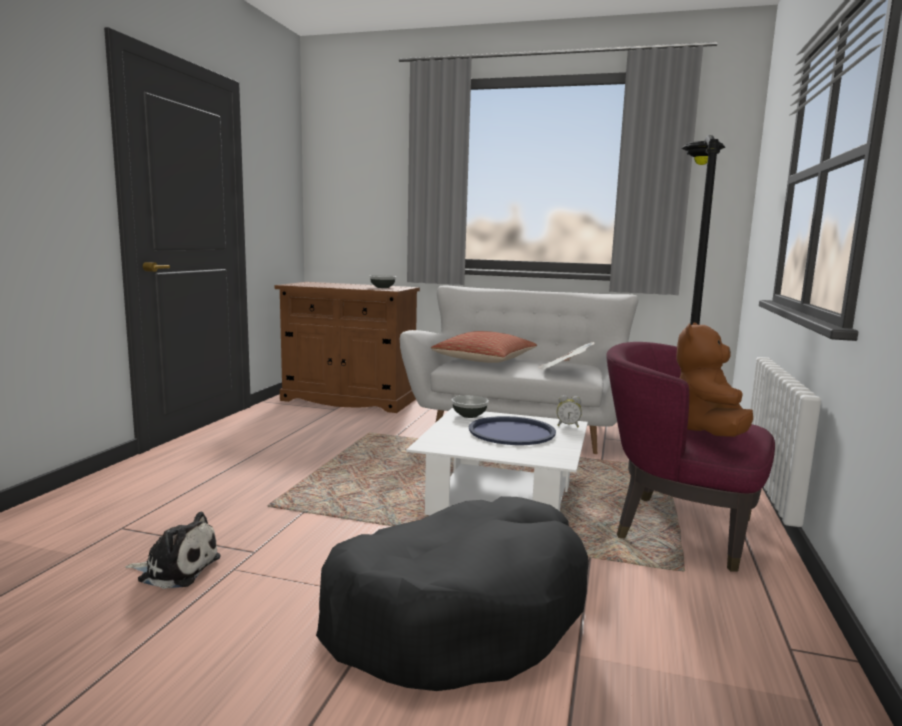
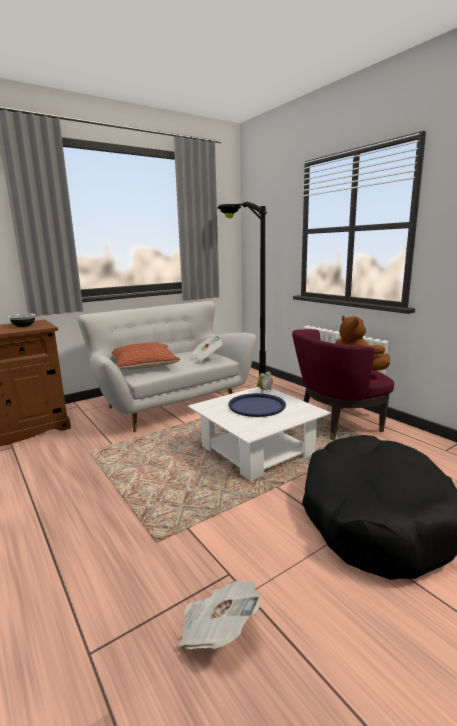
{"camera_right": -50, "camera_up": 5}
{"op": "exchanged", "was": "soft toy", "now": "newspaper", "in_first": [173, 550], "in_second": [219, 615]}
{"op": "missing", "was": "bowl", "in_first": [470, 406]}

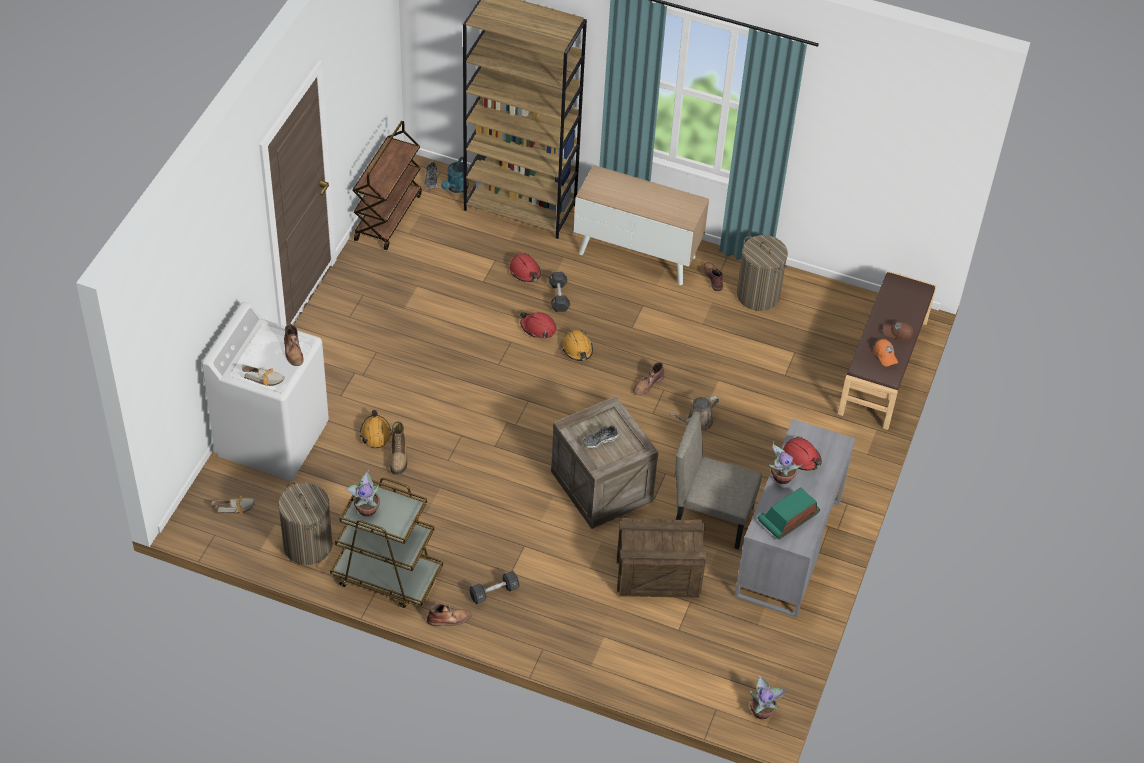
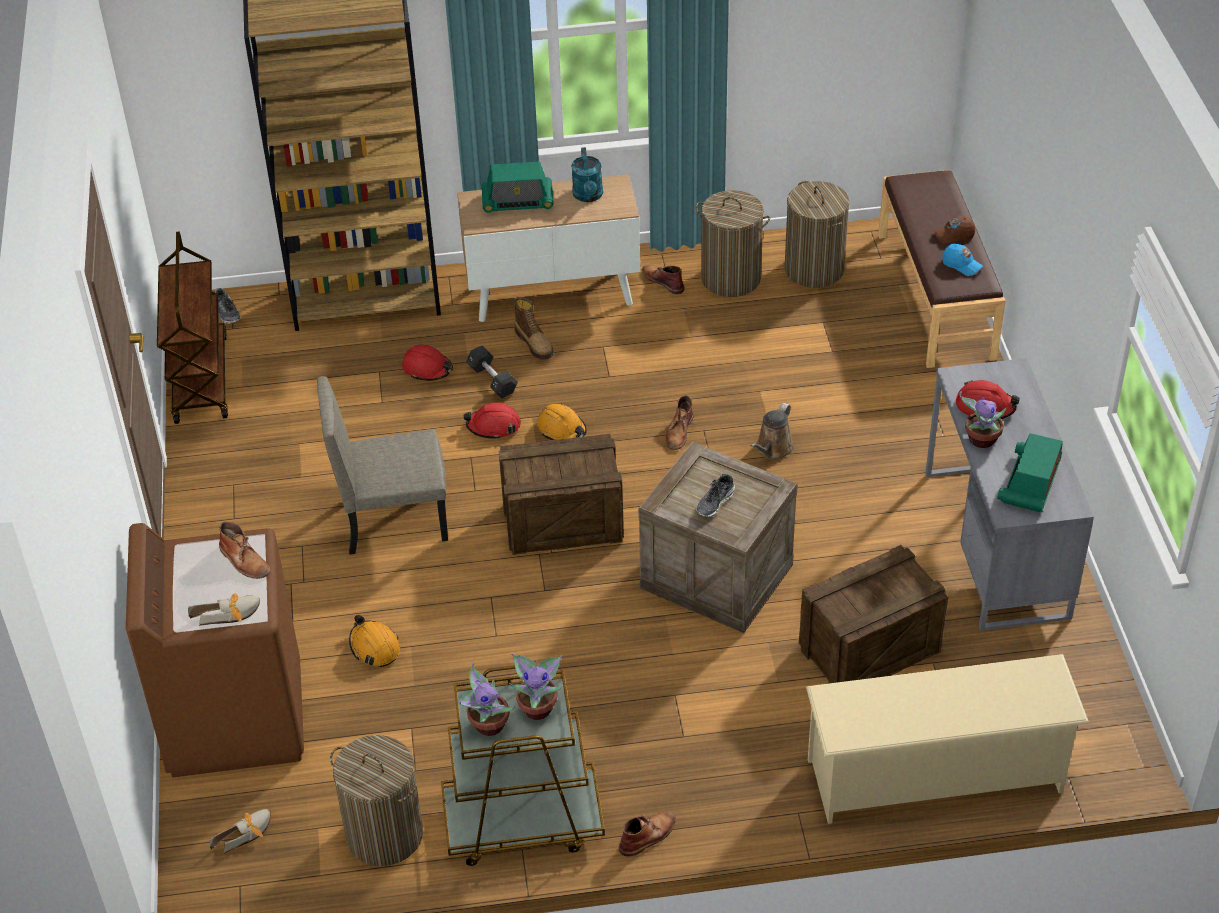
{"camera_right": -25, "camera_up": -5}
{"op": "colour", "was": "laundry appliance (white-coloured)", "now": "laundry appliance (brownish)", "in_first": [265, 391], "in_second": [215, 650]}
{"op": "relocated", "was": "tall boot", "in_first": [398, 448], "in_second": [534, 328]}
{"op": "relocated", "was": "watering pot (turquoise)", "in_first": [454, 175], "in_second": [587, 174]}
{"op": "missing", "was": "free weight (blackish)", "in_first": [494, 587]}
{"op": "relocated", "was": "plain chair (beige)", "in_first": [719, 480], "in_second": [382, 465]}
{"op": "relocated", "was": "potted plant", "in_first": [768, 697], "in_second": [536, 686]}
{"op": "colour", "was": "baseball cap (orangey)", "now": "baseball cap (blue)", "in_first": [886, 352], "in_second": [962, 260]}
{"op": "appeared", "now": "radio", "in_second": [518, 187]}
{"op": "appeared", "now": "packing crate", "in_second": [561, 494]}
{"op": "appeared", "now": "laundry basket", "in_second": [817, 234]}
{"op": "appeared", "now": "shoe shelf (beige)", "in_second": [947, 739]}

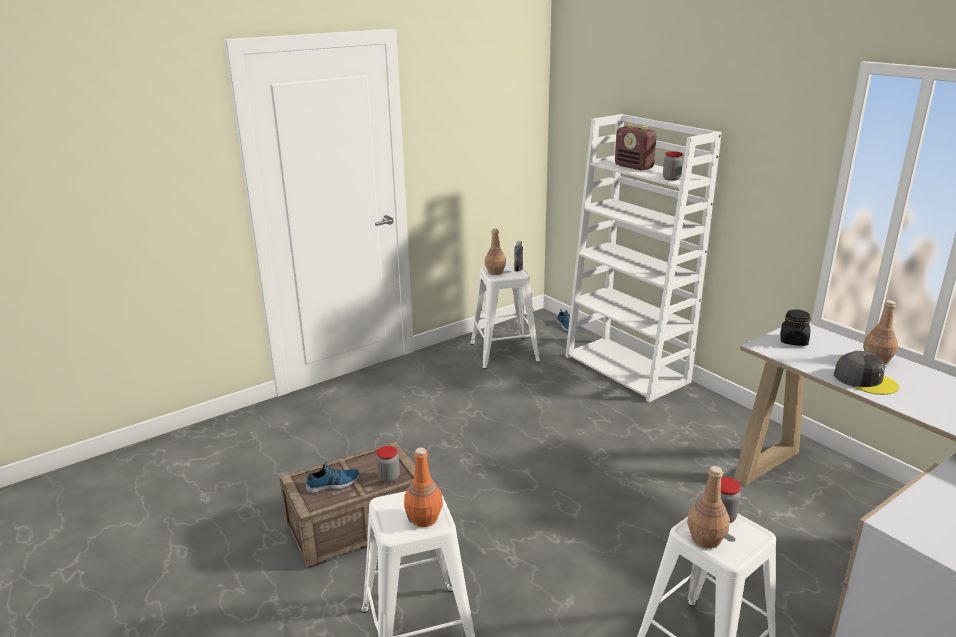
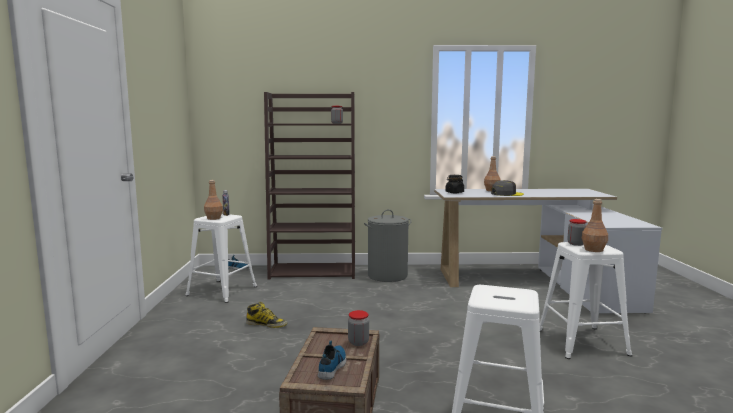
{"camera_right": -55, "camera_up": -15}
{"op": "missing", "was": "drink bottle (orangey)", "in_first": [423, 487]}
{"op": "colour", "was": "bookcase (white-coloured)", "now": "bookcase (brownish)", "in_first": [643, 258], "in_second": [309, 185]}
{"op": "missing", "was": "radio", "in_first": [636, 147]}
{"op": "appeared", "now": "tall boot", "in_second": [266, 315]}
{"op": "appeared", "now": "laundry basket (gray)", "in_second": [387, 245]}

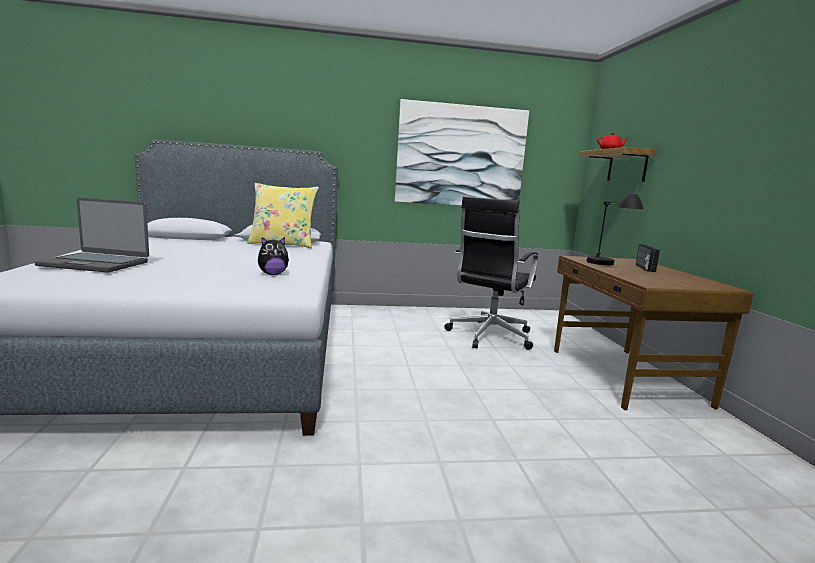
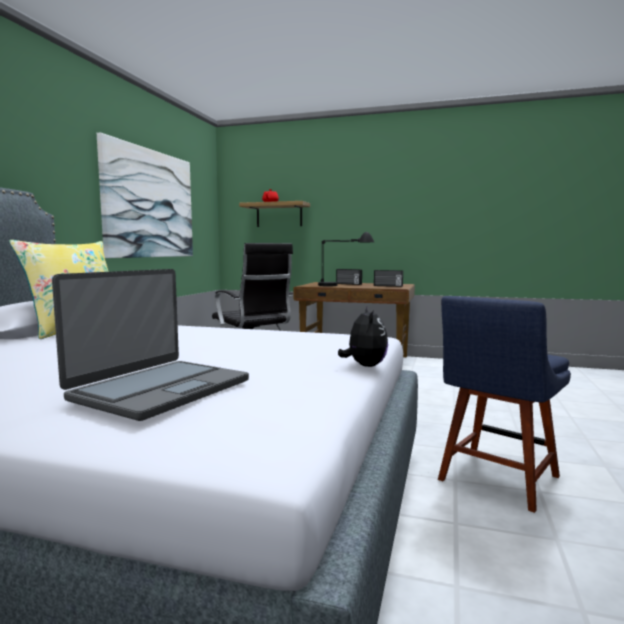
{"camera_right": -65, "camera_up": -5}
{"op": "relocated", "was": "soft toy", "in_first": [273, 256], "in_second": [363, 336]}
{"op": "appeared", "now": "radio", "in_second": [388, 278]}
{"op": "appeared", "now": "plain chair (blue)", "in_second": [504, 404]}

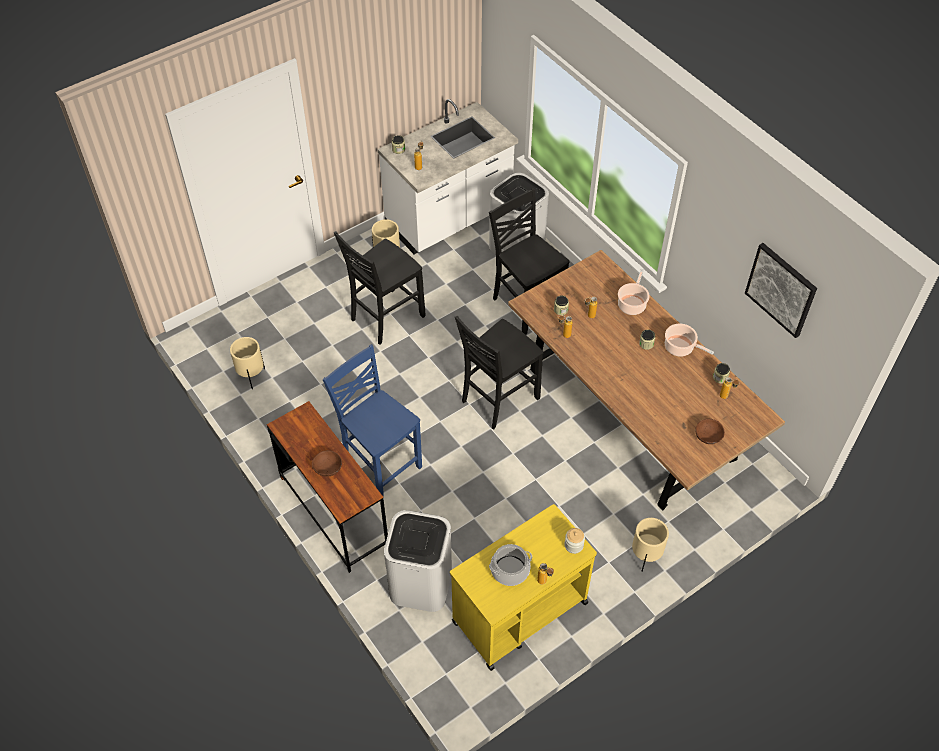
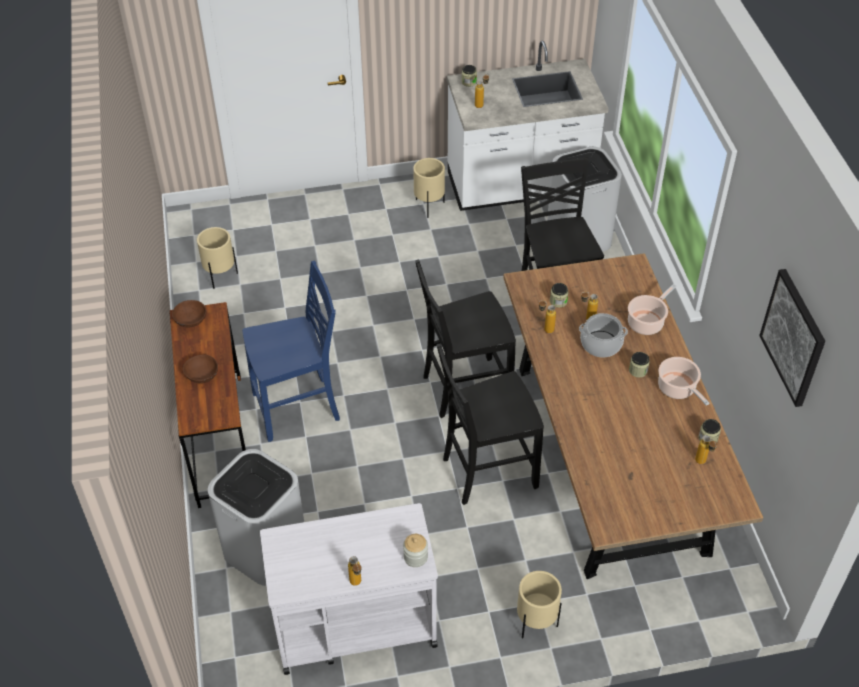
{"camera_right": 25, "camera_up": -5}
{"op": "spun", "was": "plain chair (blue)", "in_first": [372, 420], "in_second": [291, 351], "clockwise": 90}
{"op": "relocated", "was": "plain chair (blackish)", "in_first": [379, 287], "in_second": [490, 424]}
{"op": "colour", "was": "wheeled cart (yellow-coloured)", "now": "wheeled cart (white-coloured)", "in_first": [523, 587], "in_second": [349, 589]}
{"op": "relocated", "was": "stockpot", "in_first": [510, 565], "in_second": [603, 335]}
{"op": "relocated", "was": "bowl (brownish)", "in_first": [710, 431], "in_second": [189, 314]}

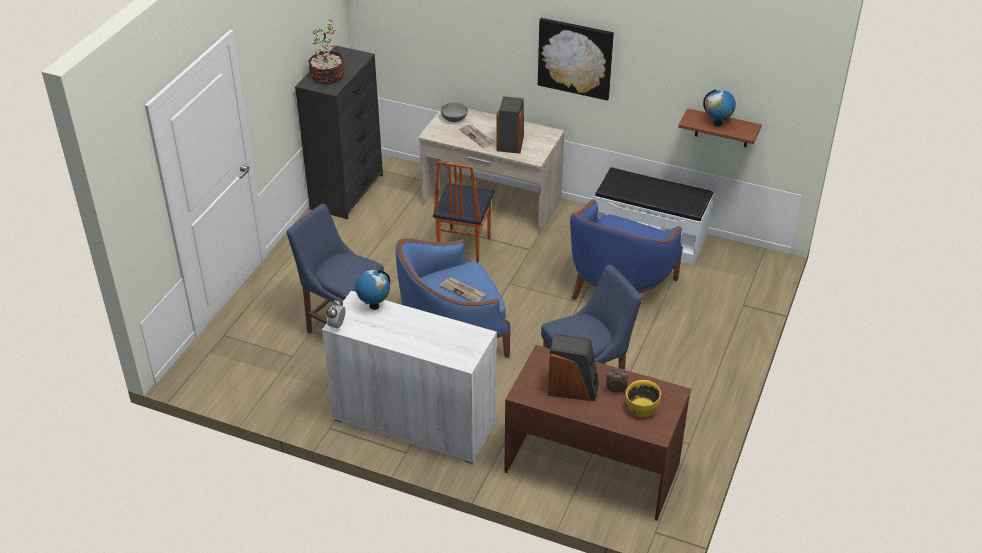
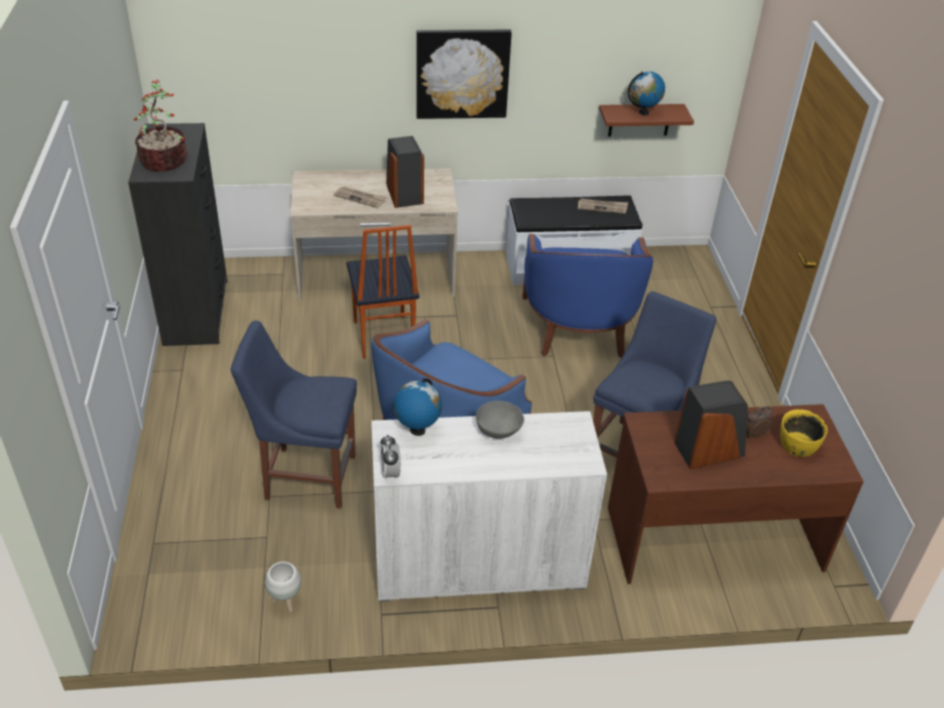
{"camera_right": -30, "camera_up": 0}
{"op": "relocated", "was": "bowl (gray)", "in_first": [454, 112], "in_second": [500, 420]}
{"op": "relocated", "was": "newspaper", "in_first": [463, 289], "in_second": [603, 206]}
{"op": "appeared", "now": "flower pot (white-coloured)", "in_second": [283, 587]}

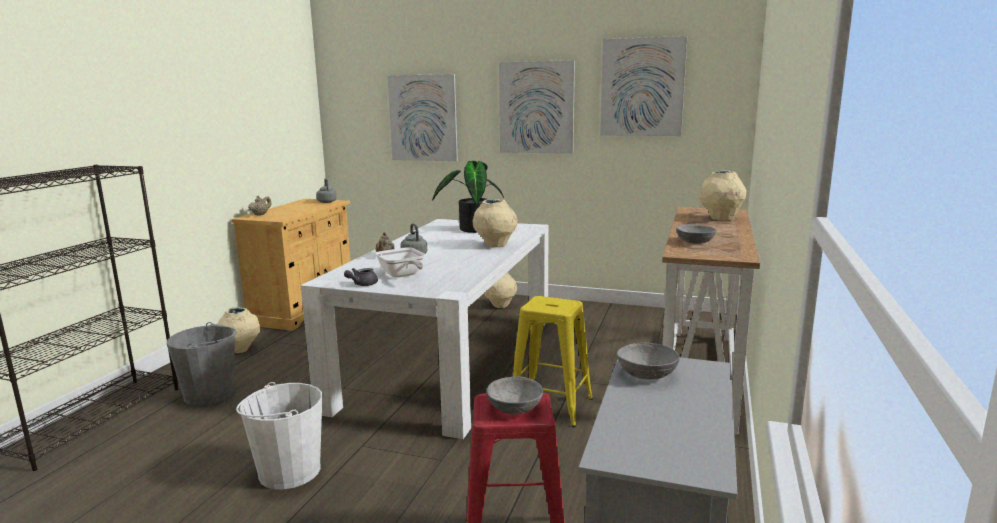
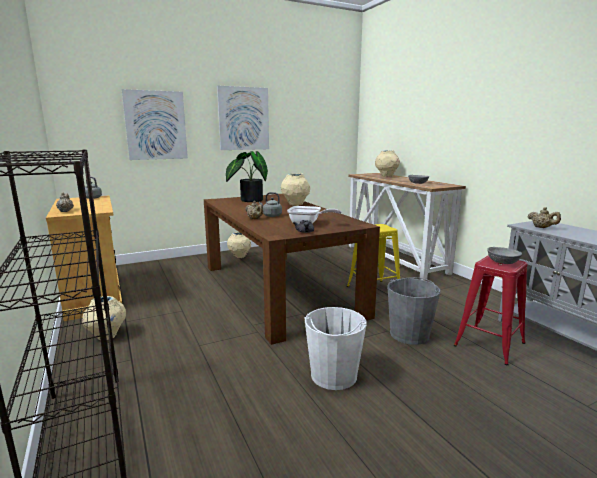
{"camera_right": -45, "camera_up": 0}
{"op": "relocated", "was": "bucket (gray)", "in_first": [202, 364], "in_second": [413, 311]}
{"op": "colour", "was": "dining table (white-coloured)", "now": "dining table (brownish)", "in_first": [425, 329], "in_second": [292, 269]}
{"op": "missing", "was": "wall picture", "in_first": [643, 86]}
{"op": "exchanged", "was": "bowl (gray)", "now": "teapot (beige)", "in_first": [648, 361], "in_second": [544, 217]}

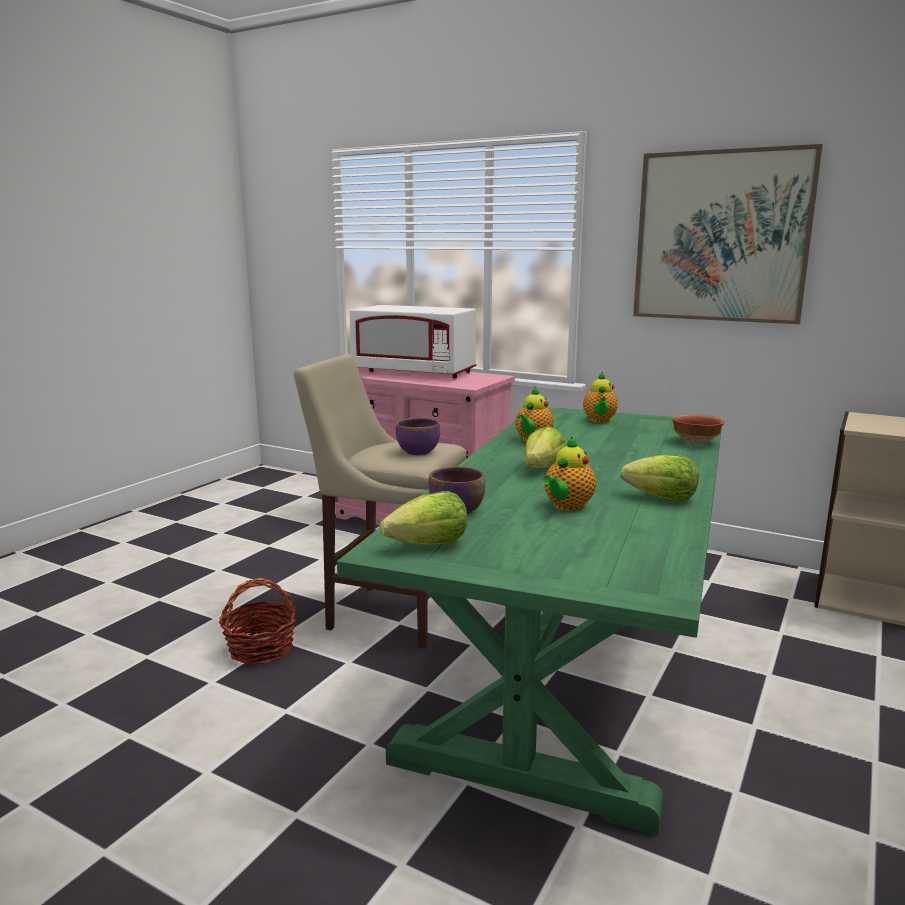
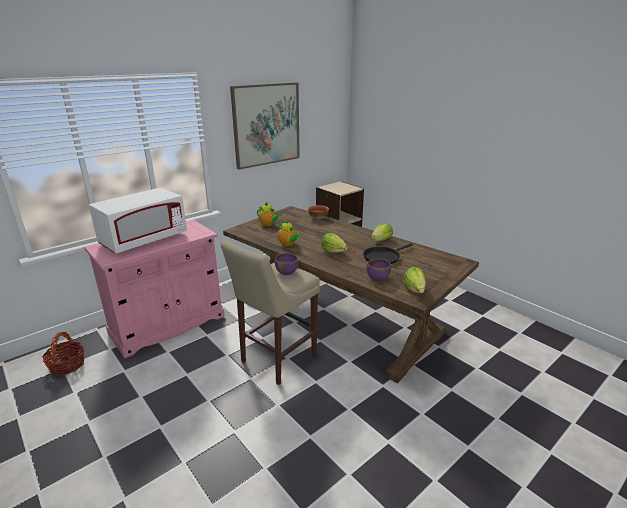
{"camera_right": -70, "camera_up": 10}
{"op": "relocated", "was": "household basket", "in_first": [258, 621], "in_second": [63, 354]}
{"op": "colour", "was": "dining table (green)", "now": "dining table (brownish)", "in_first": [529, 621], "in_second": [351, 294]}
{"op": "exchanged", "was": "teapot", "now": "pan (blackish)", "in_first": [569, 473], "in_second": [388, 253]}

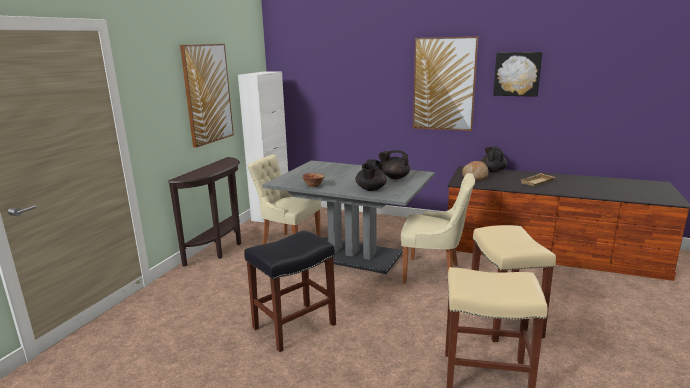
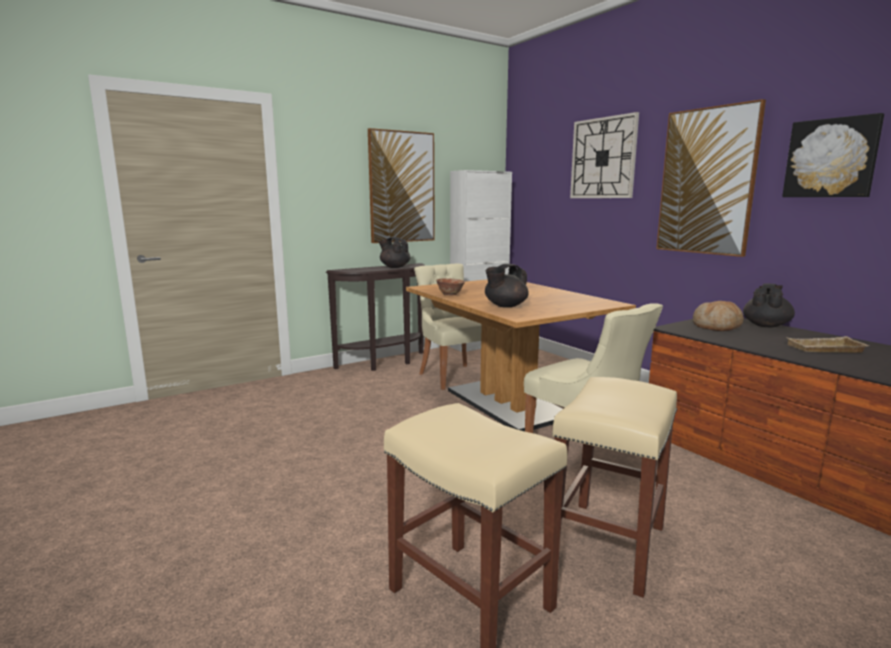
{"camera_right": 35, "camera_up": -5}
{"op": "missing", "was": "stool (blackish)", "in_first": [290, 291]}
{"op": "colour", "was": "dining table (gray)", "now": "dining table (brownish)", "in_first": [348, 217], "in_second": [521, 355]}
{"op": "relocated", "was": "teapot (blackish)", "in_first": [394, 164], "in_second": [395, 252]}
{"op": "appeared", "now": "hanging clock", "in_second": [604, 155]}

